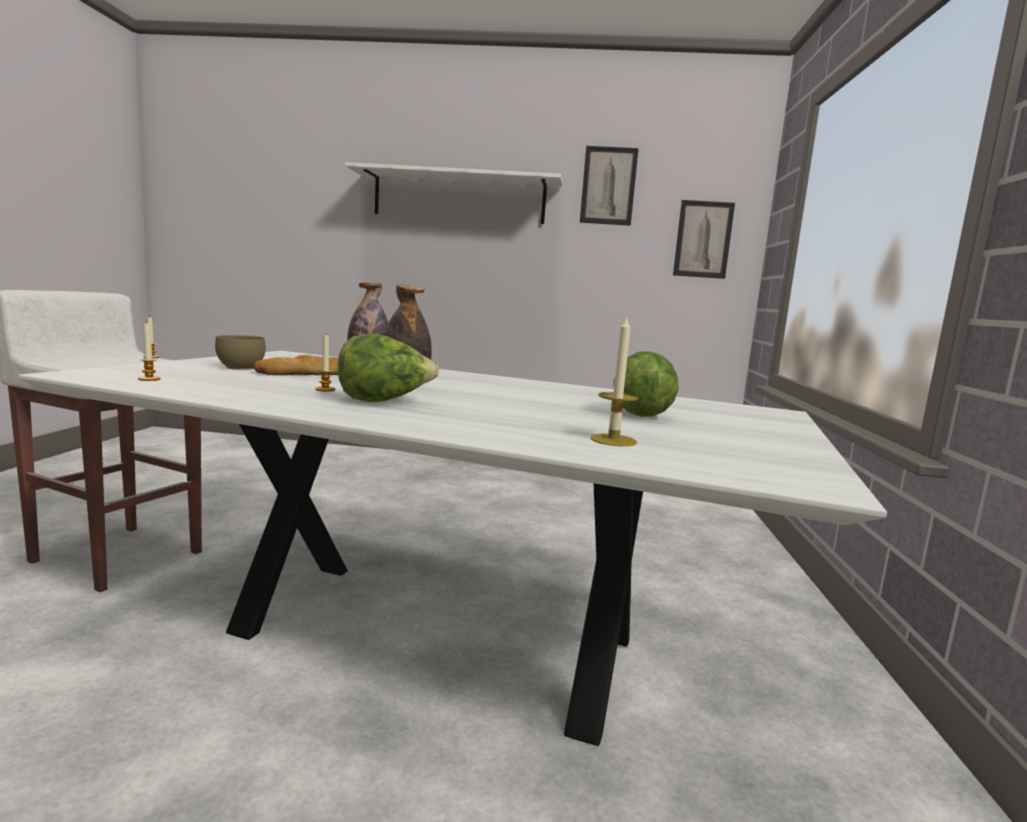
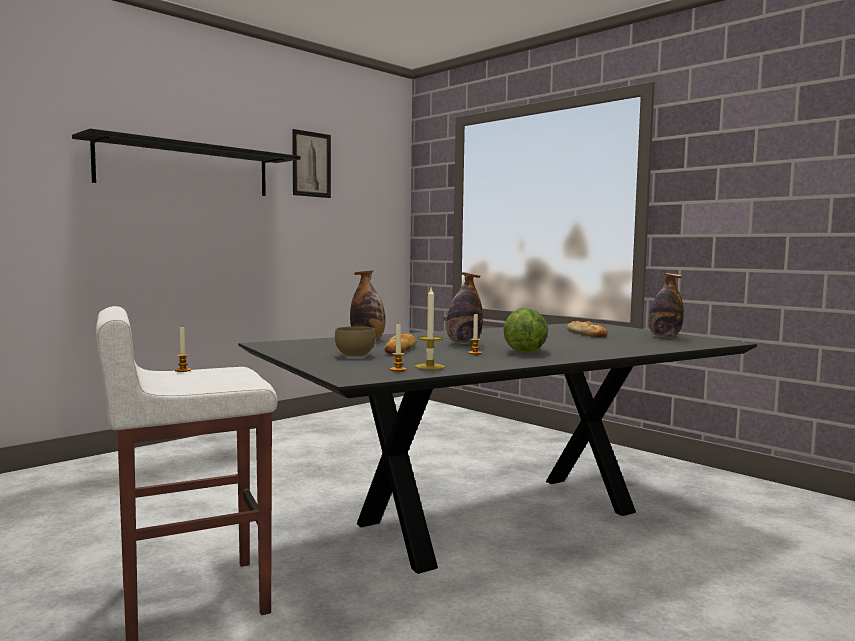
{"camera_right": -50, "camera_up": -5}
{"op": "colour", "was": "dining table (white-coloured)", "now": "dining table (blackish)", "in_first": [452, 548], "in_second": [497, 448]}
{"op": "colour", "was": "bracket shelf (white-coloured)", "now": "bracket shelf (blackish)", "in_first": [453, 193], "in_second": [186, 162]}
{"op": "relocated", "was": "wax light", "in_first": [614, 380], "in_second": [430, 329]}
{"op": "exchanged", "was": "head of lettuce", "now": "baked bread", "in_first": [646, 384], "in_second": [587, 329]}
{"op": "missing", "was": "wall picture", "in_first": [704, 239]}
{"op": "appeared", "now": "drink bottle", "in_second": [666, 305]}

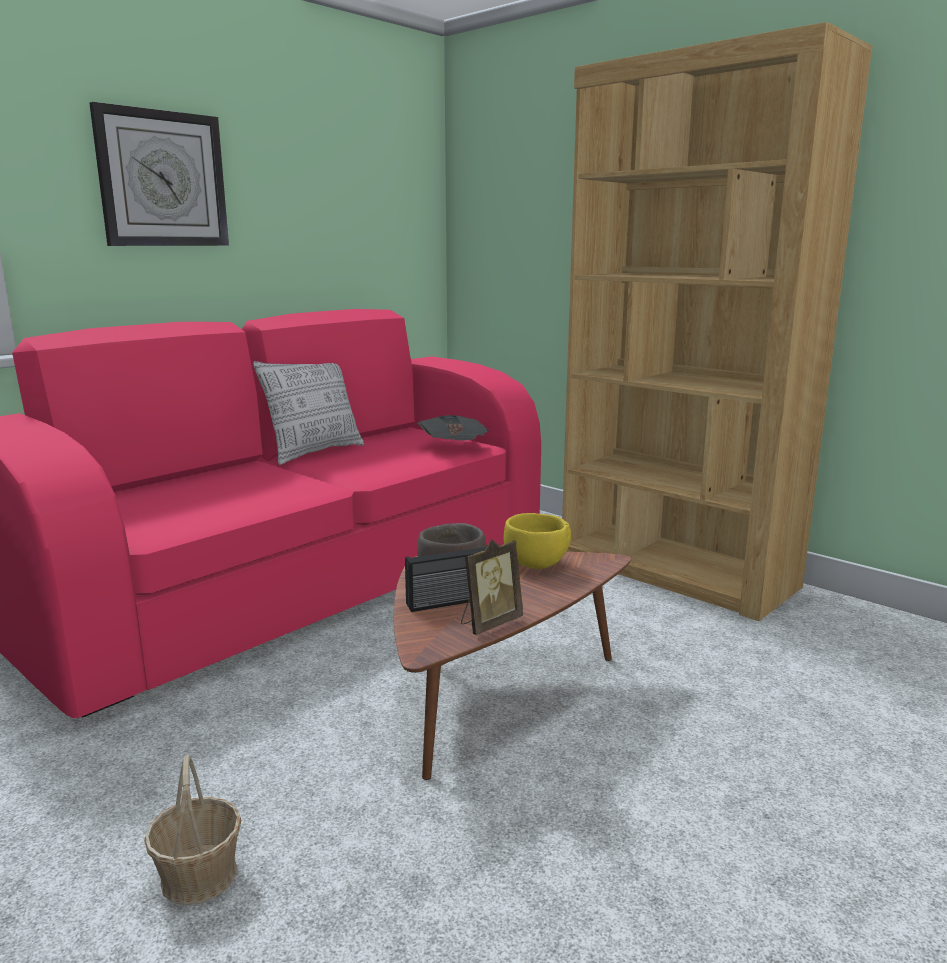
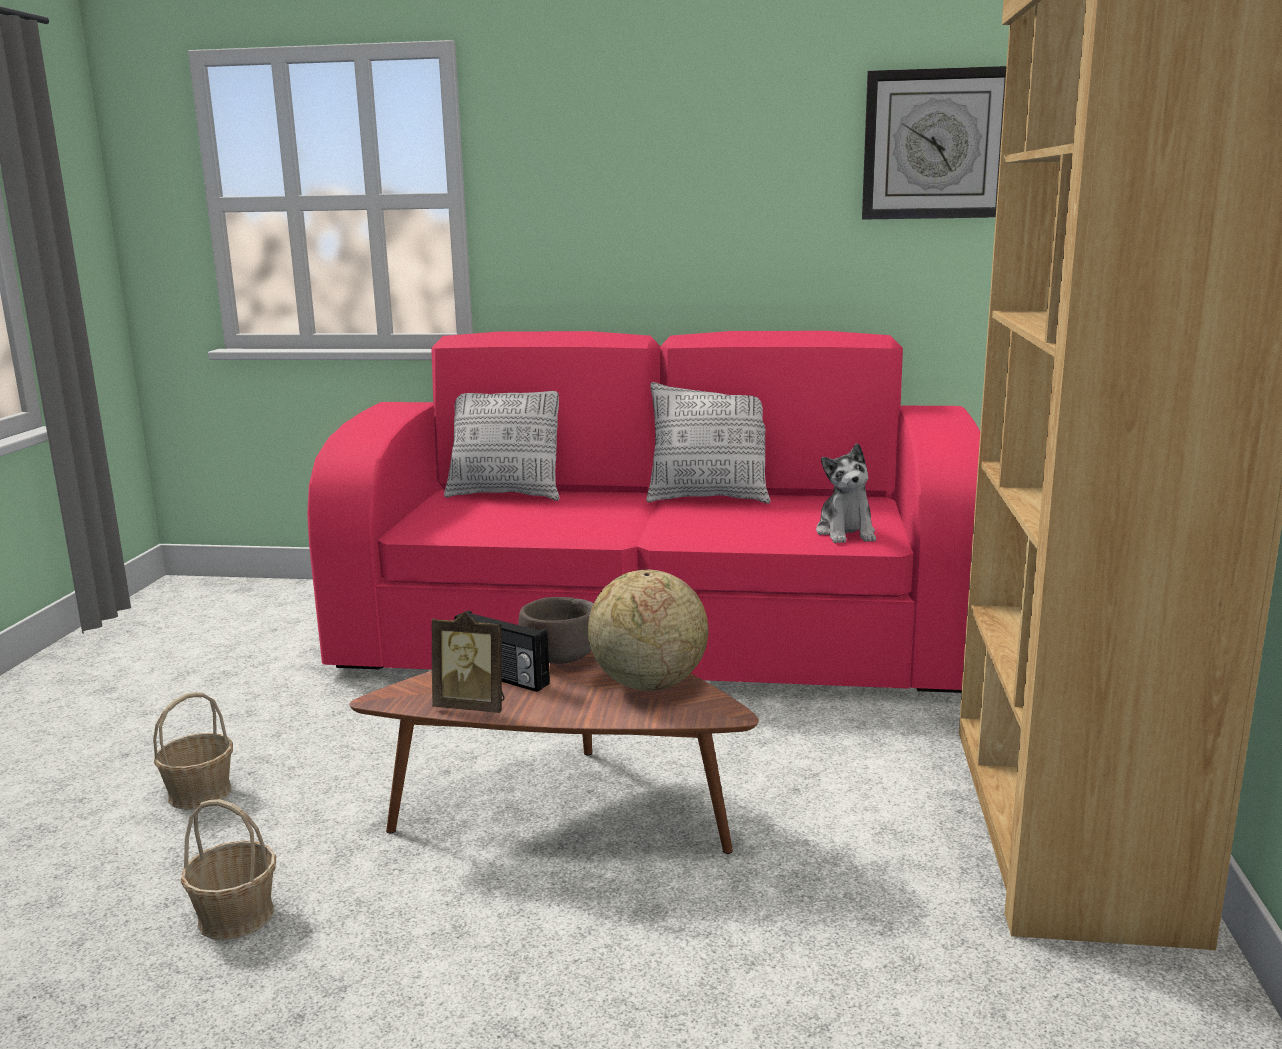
{"camera_right": 55, "camera_up": 0}
{"op": "relocated", "was": "hanging clock", "in_first": [159, 174], "in_second": [934, 143]}
{"op": "exchanged", "was": "newspaper", "now": "soft toy", "in_first": [453, 427], "in_second": [846, 493]}
{"op": "exchanged", "was": "bowl (yellow-coloured)", "now": "world globe", "in_first": [537, 541], "in_second": [648, 630]}
{"op": "appeared", "now": "household basket", "in_second": [228, 869]}
{"op": "appeared", "now": "cushion", "in_second": [502, 446]}

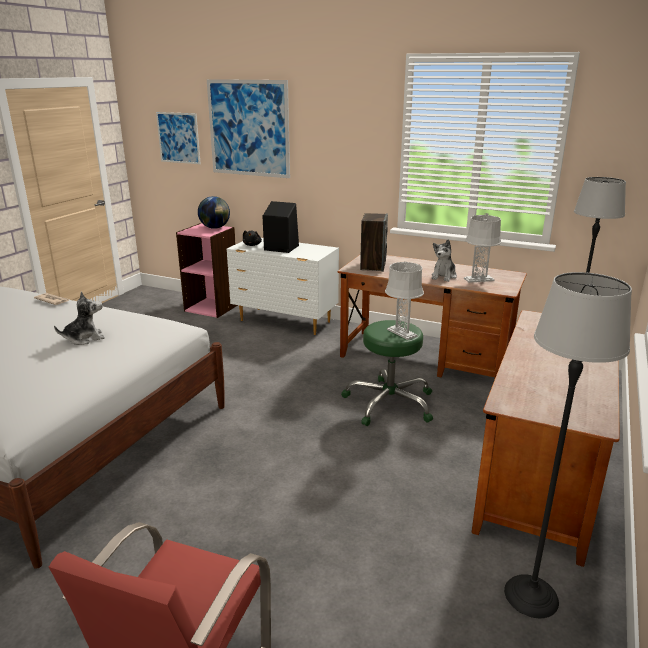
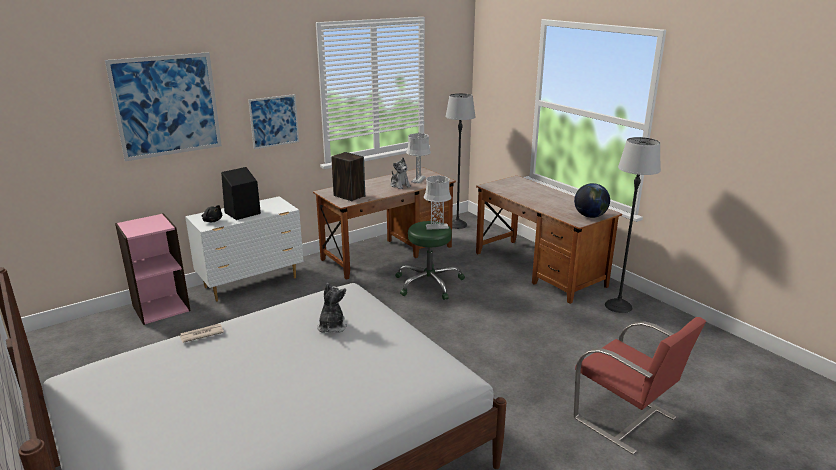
{"camera_right": -60, "camera_up": 0}
{"op": "relocated", "was": "wall picture", "in_first": [178, 138], "in_second": [273, 121]}
{"op": "relocated", "was": "world globe", "in_first": [214, 212], "in_second": [592, 200]}

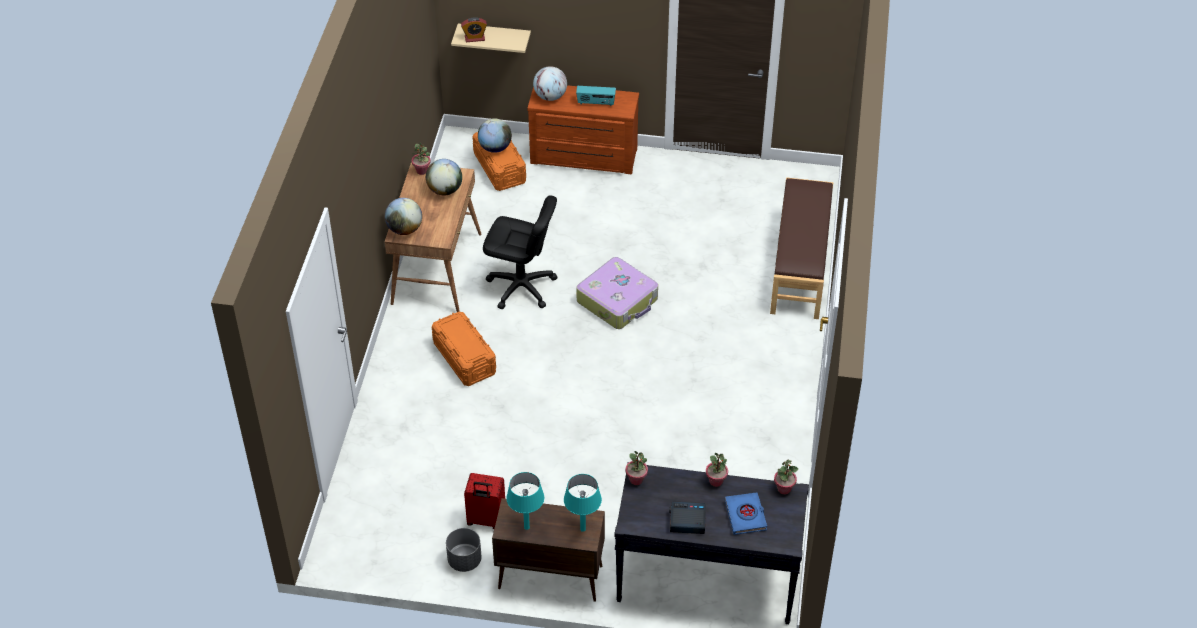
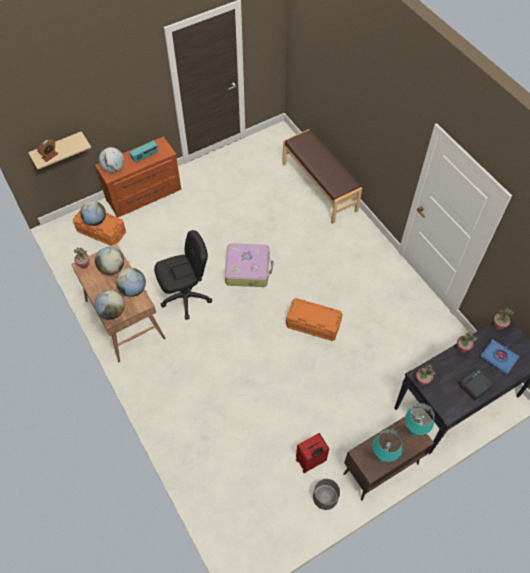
{"camera_right": -40, "camera_up": 10}
{"op": "relocated", "was": "storage box (orangey)", "in_first": [464, 349], "in_second": [314, 319]}
{"op": "appeared", "now": "world globe", "in_second": [131, 282]}

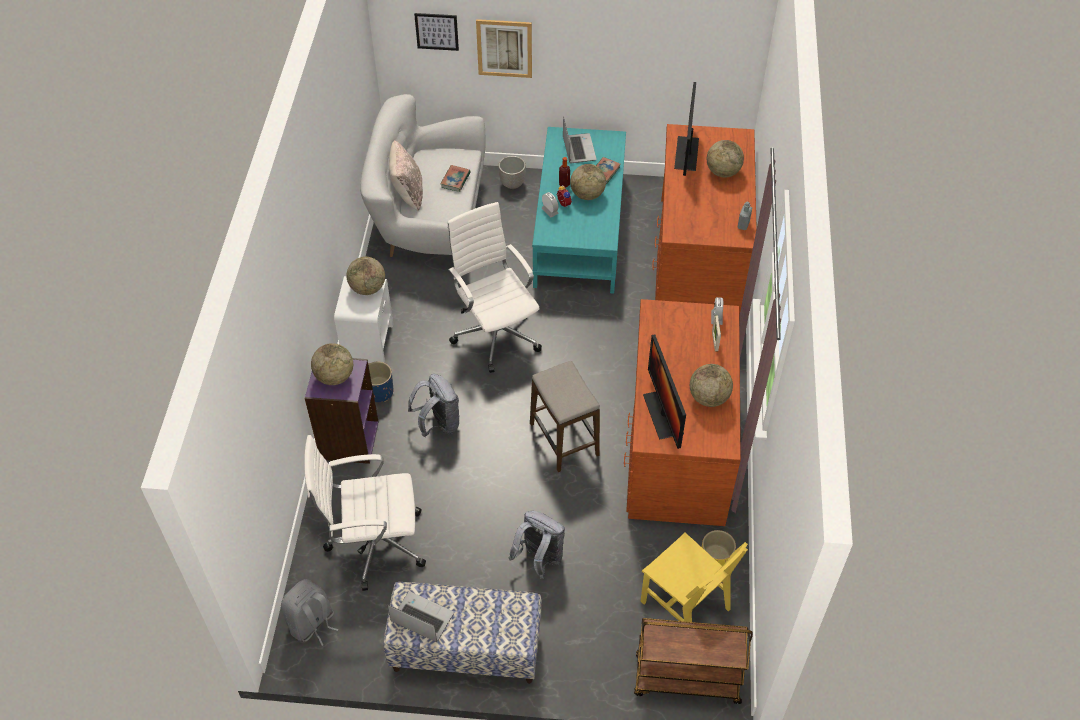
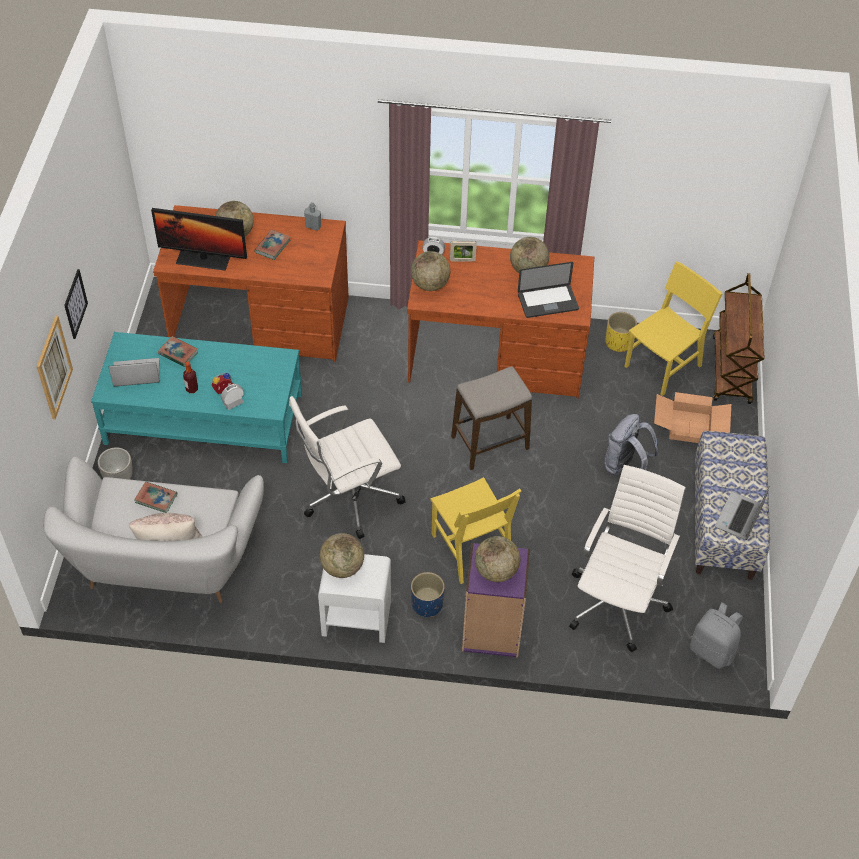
{"camera_right": -90, "camera_up": 0}
{"op": "spun", "was": "computer chair (white-coloured)", "in_first": [365, 513], "in_second": [627, 558], "clockwise": -150}
{"op": "exchanged", "was": "rucksack (gray)", "now": "plain chair (yellow-coloured)", "in_first": [434, 405], "in_second": [475, 530]}
{"op": "relocated", "was": "wall picture", "in_first": [436, 32], "in_second": [76, 304]}
{"op": "relocated", "was": "world globe", "in_first": [588, 182], "in_second": [430, 271]}
{"op": "exchanged", "was": "computer screen", "now": "laptop", "in_first": [664, 391], "in_second": [548, 290]}
{"op": "appeared", "now": "book", "in_second": [272, 245]}
{"op": "appeared", "now": "cardboard box", "in_second": [692, 417]}

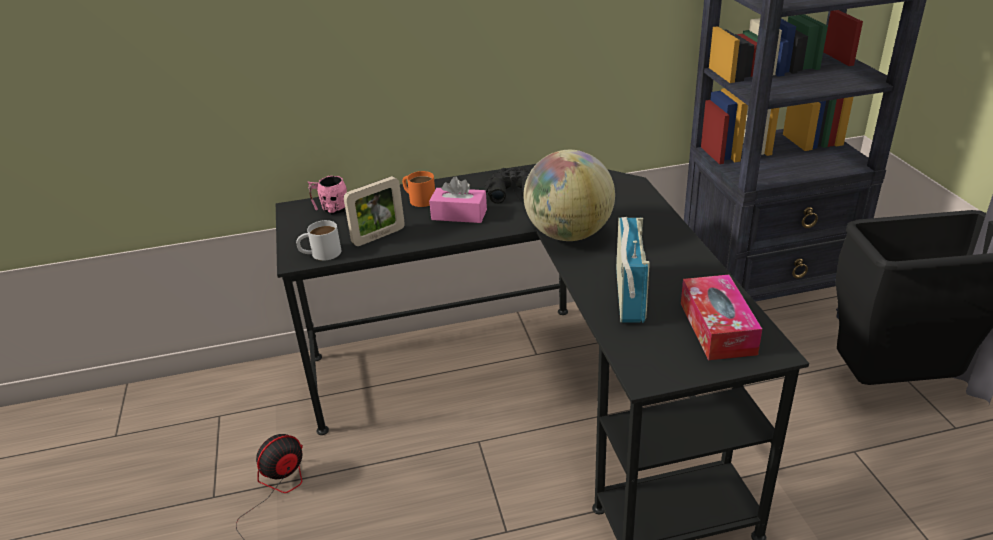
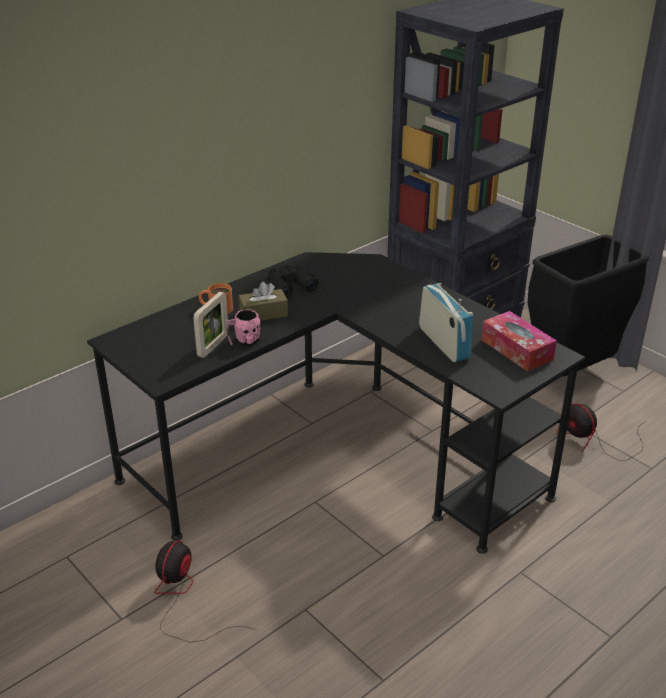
{"camera_right": -30, "camera_up": 0}
{"op": "missing", "was": "coffee mug (white-coloured)", "in_first": [318, 240]}
{"op": "relocated", "was": "coffee mug (pinkish)", "in_first": [327, 195], "in_second": [243, 327]}
{"op": "colour", "was": "tissue holder (pinkish)", "now": "tissue holder (brownish)", "in_first": [458, 199], "in_second": [263, 301]}
{"op": "missing", "was": "world globe", "in_first": [569, 195]}
{"op": "appeared", "now": "cooling fan", "in_second": [601, 432]}

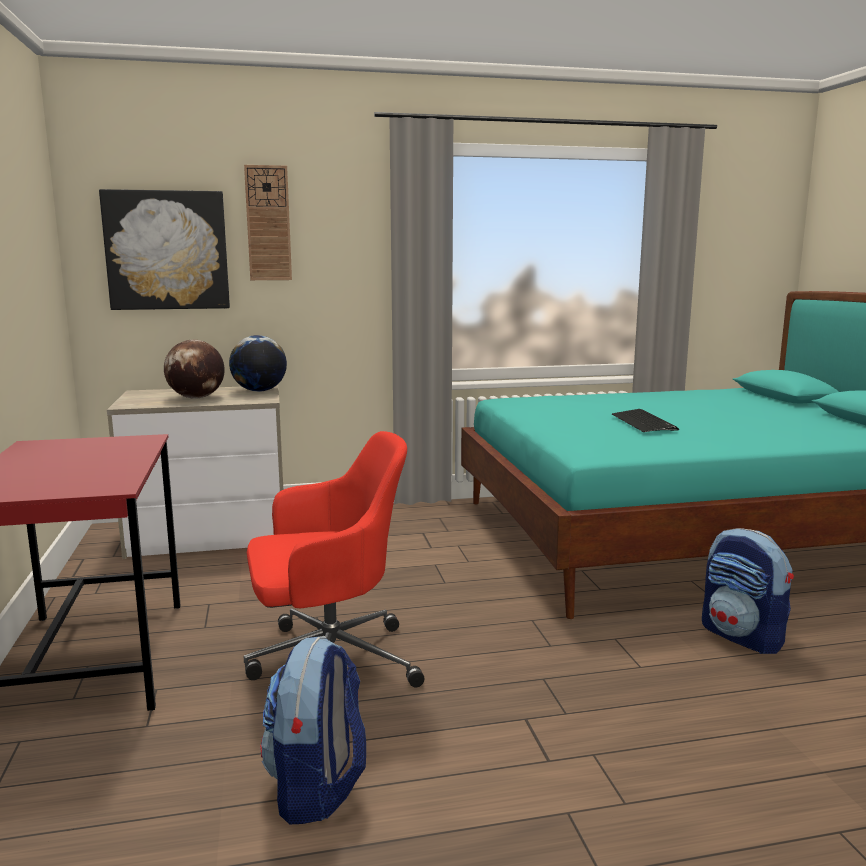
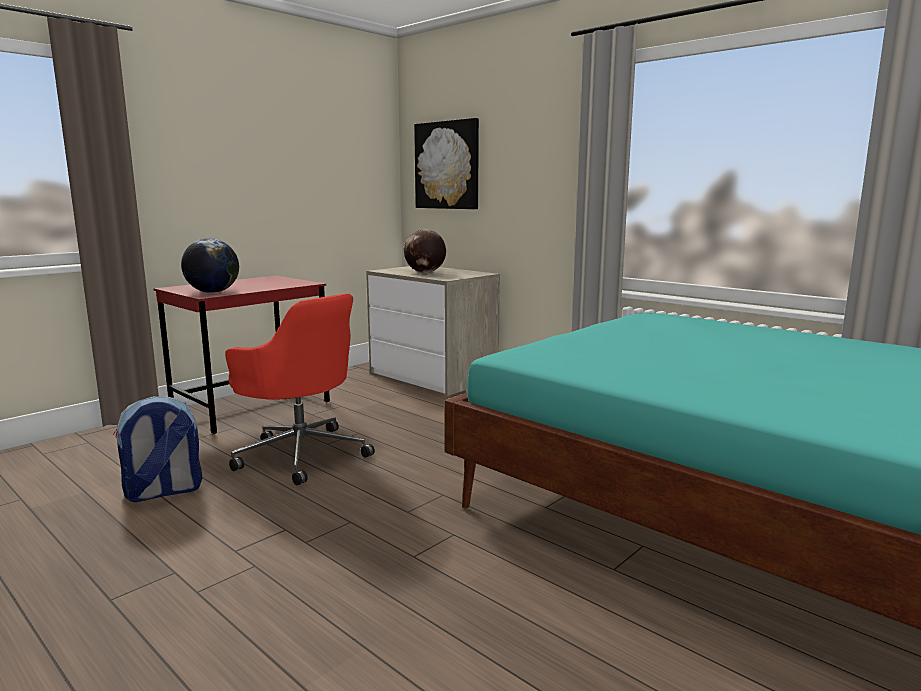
{"camera_right": 55, "camera_up": 0}
{"op": "relocated", "was": "world globe", "in_first": [258, 363], "in_second": [210, 265]}
{"op": "missing", "was": "hanging clock", "in_first": [268, 222]}
{"op": "missing", "was": "computer keyboard", "in_first": [645, 420]}
{"op": "missing", "was": "rucksack", "in_first": [748, 591]}

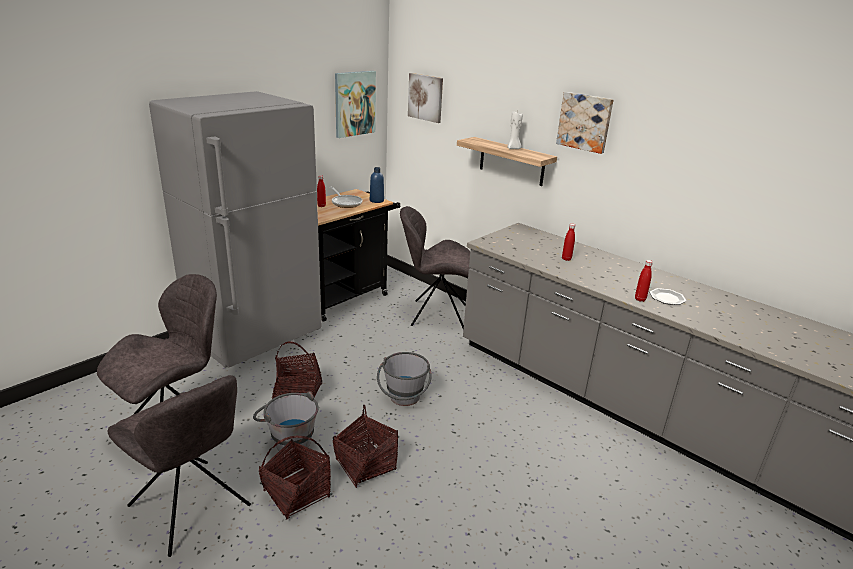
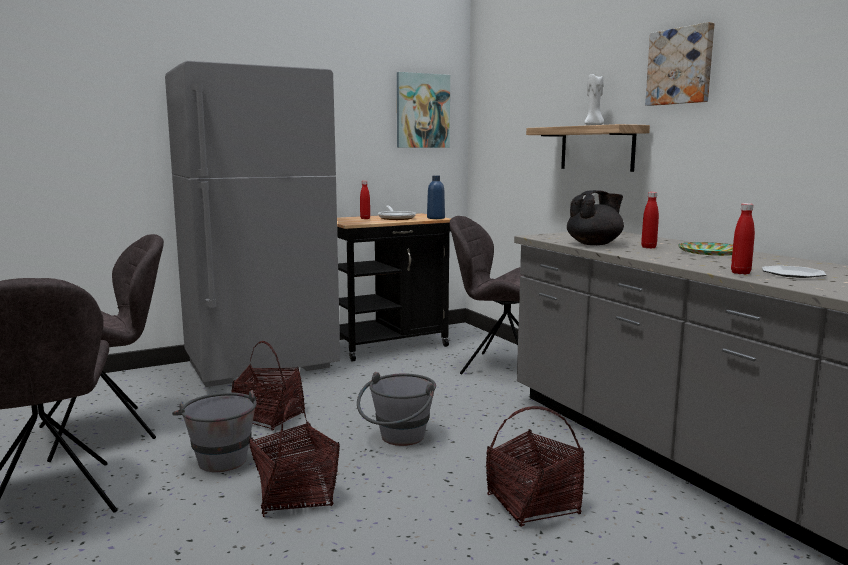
{"camera_right": 20, "camera_up": -15}
{"op": "relocated", "was": "household basket", "in_first": [295, 477], "in_second": [535, 466]}
{"op": "missing", "was": "wall picture", "in_first": [425, 98]}
{"op": "appeared", "now": "teapot (blackish)", "in_second": [595, 217]}
{"op": "appeared", "now": "dinner plate", "in_second": [705, 249]}

